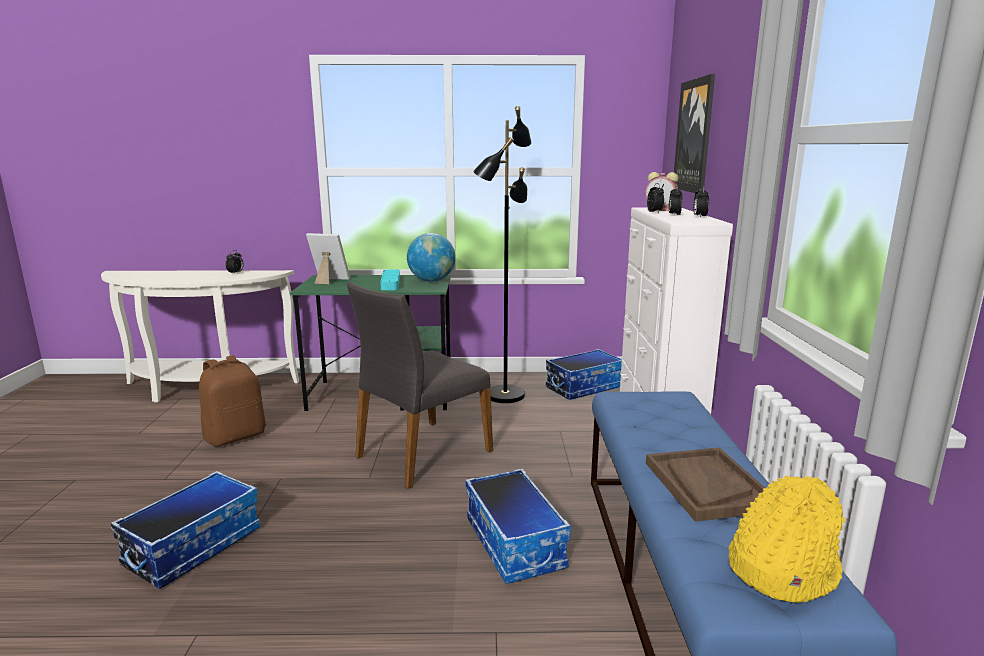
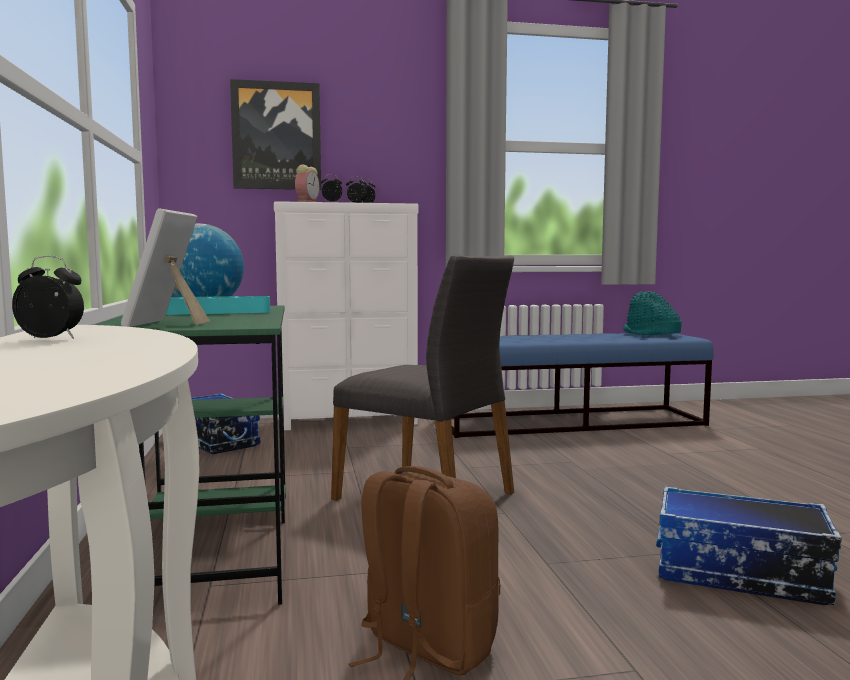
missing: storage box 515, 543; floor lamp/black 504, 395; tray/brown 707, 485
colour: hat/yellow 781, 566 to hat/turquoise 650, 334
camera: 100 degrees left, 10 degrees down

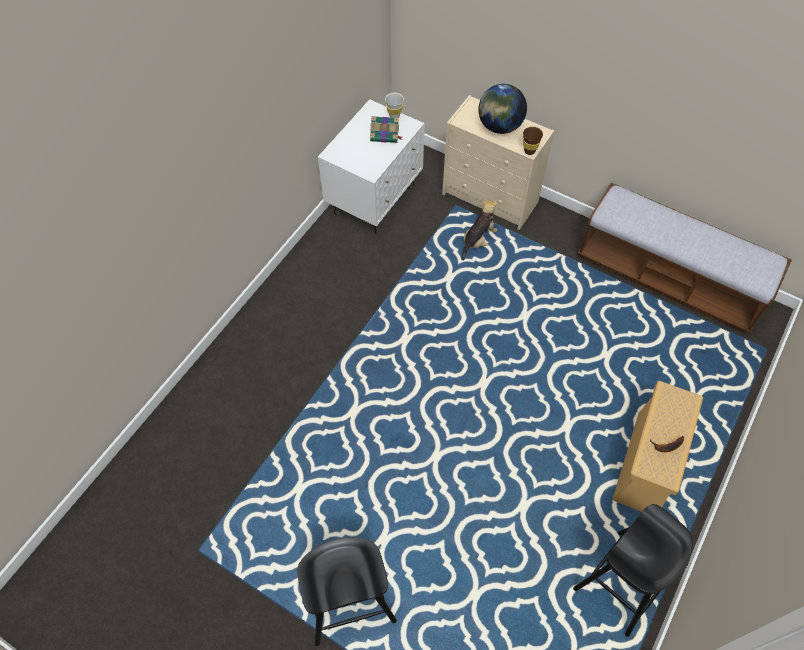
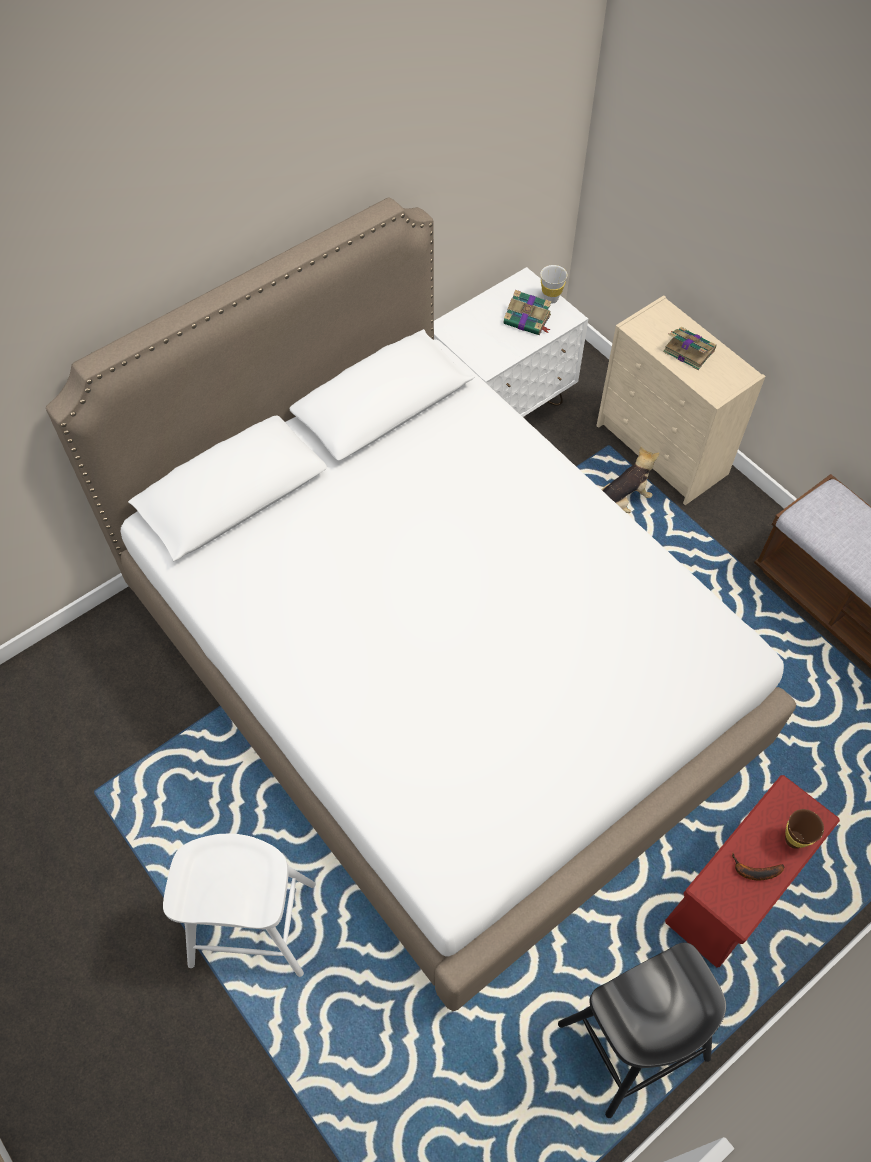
appeared: bed/white 434, 669
relocated: cup/brown 529, 151 to 794, 839
exchanged: globe 499, 126 to book 688, 350
colour: stool/black 348, 600 to stool/white 252, 924; storage box/beige 646, 464 to storage box/red 735, 890
camera: 20 degrees right, 0 degrees up

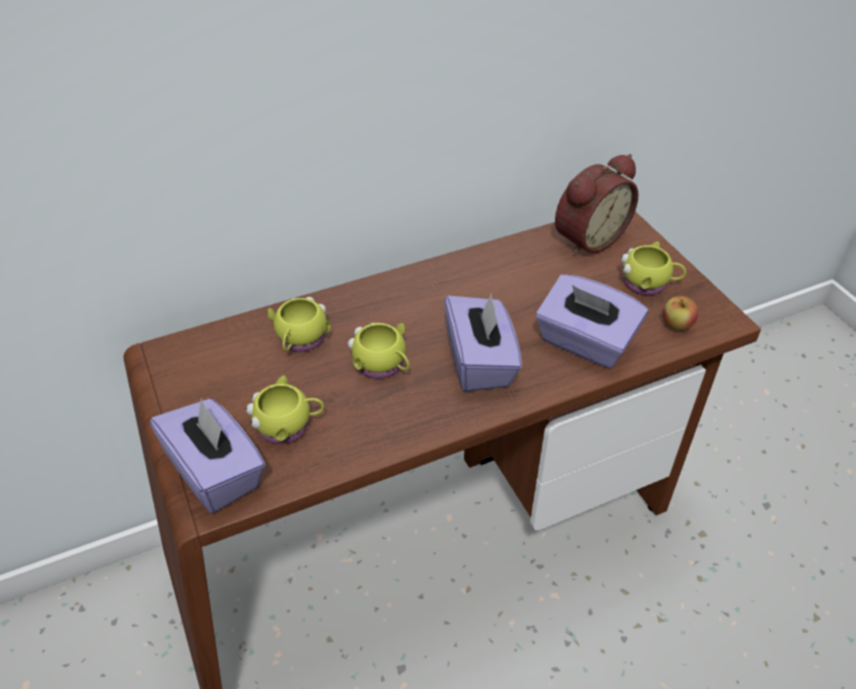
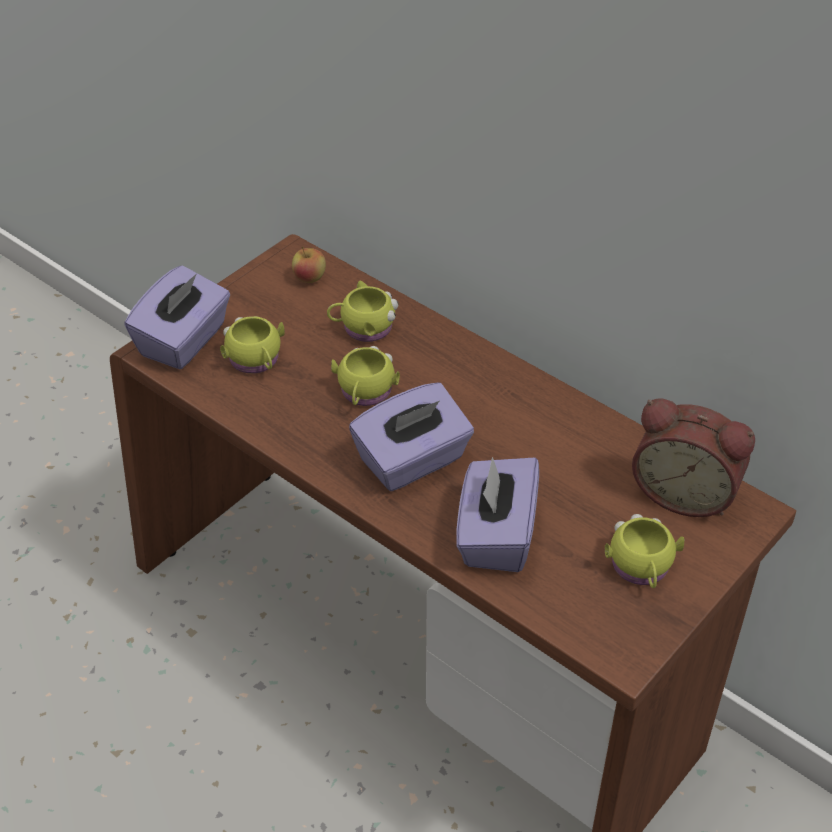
relocated: apple 677, 325 to 309, 278
camera: 65 degrees right, 0 degrees up

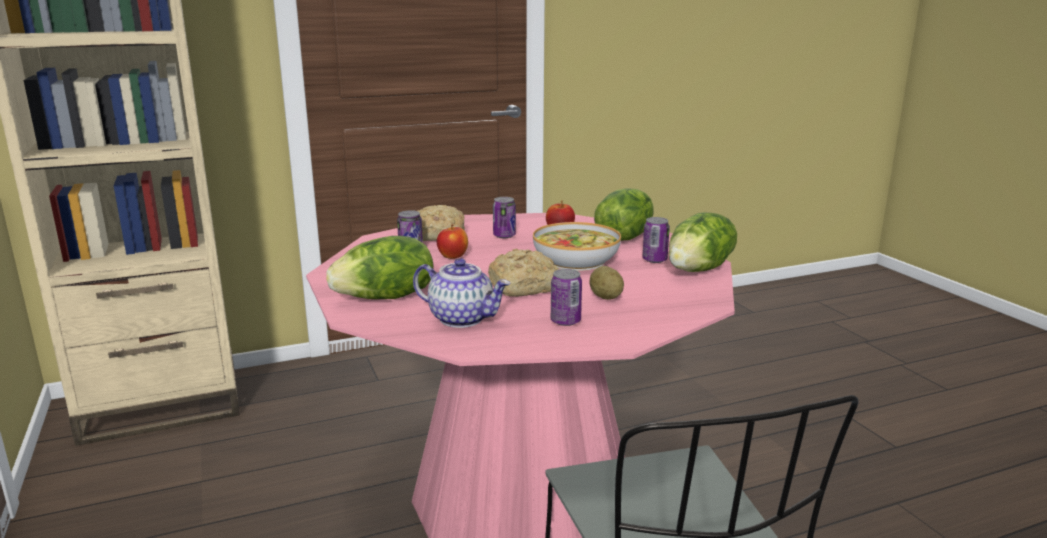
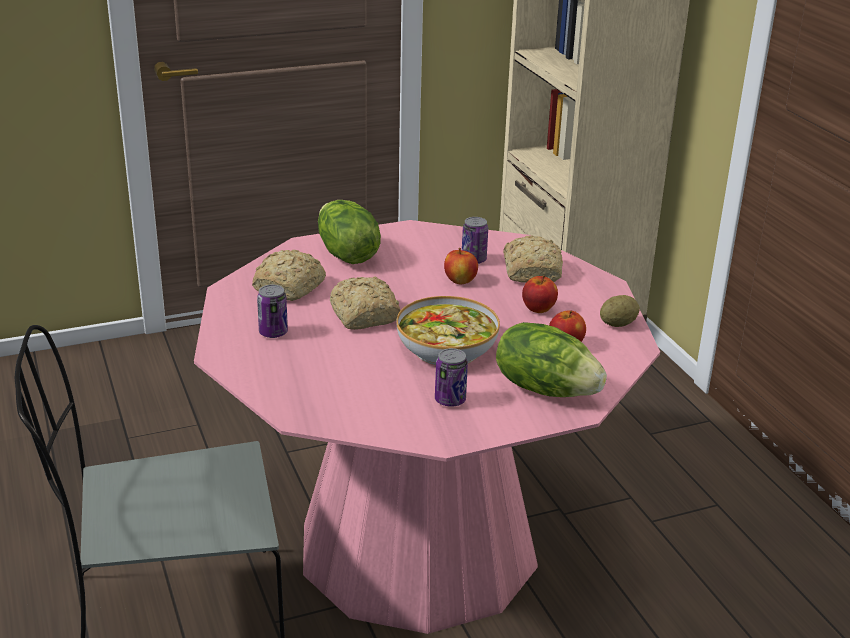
missing: lettuce 700, 270
relocated: potato 605, 297 to 618, 324
exchanged: teapot 462, 318 to bread 291, 287; can 504, 236 to apple 538, 309
camera: 90 degrees right, 10 degrees up

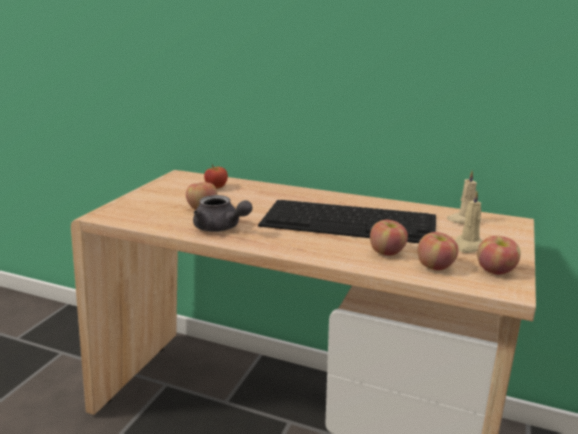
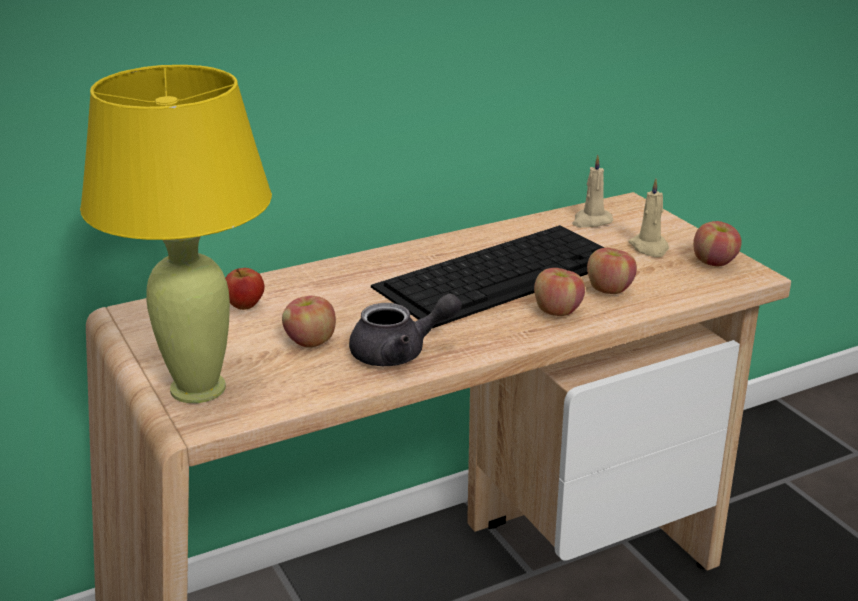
appeared: table lamp/yellow 197, 389
relocated: apple 435, 266 to 557, 311
camera: 50 degrees left, 5 degrees up

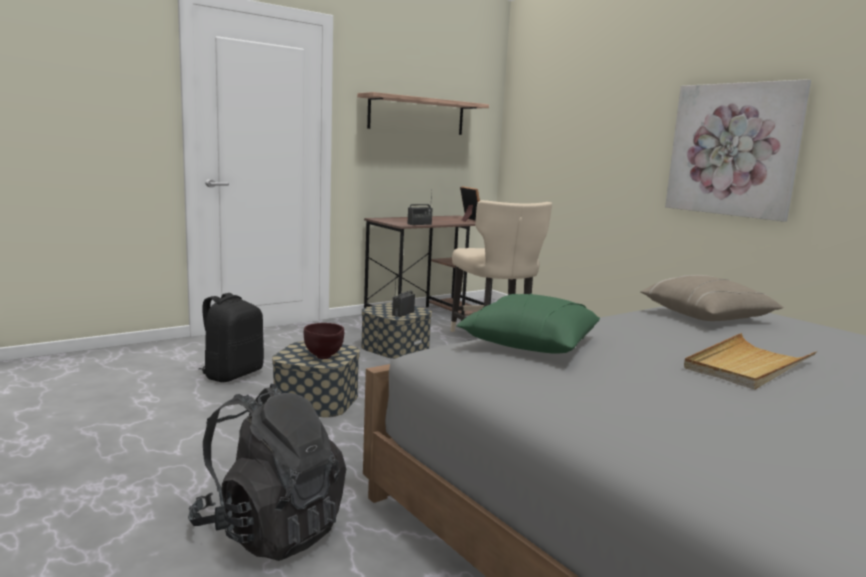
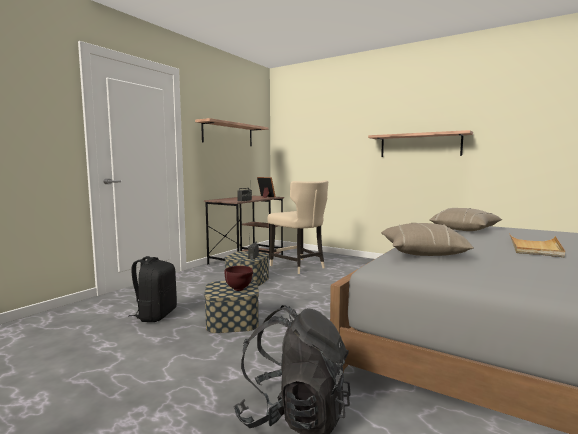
exchanged: picture 733, 150 to shelf 420, 145
colour: pillow/green 529, 343 to pillow/beige 422, 253
camera: 20 degrees left, 5 degrees down

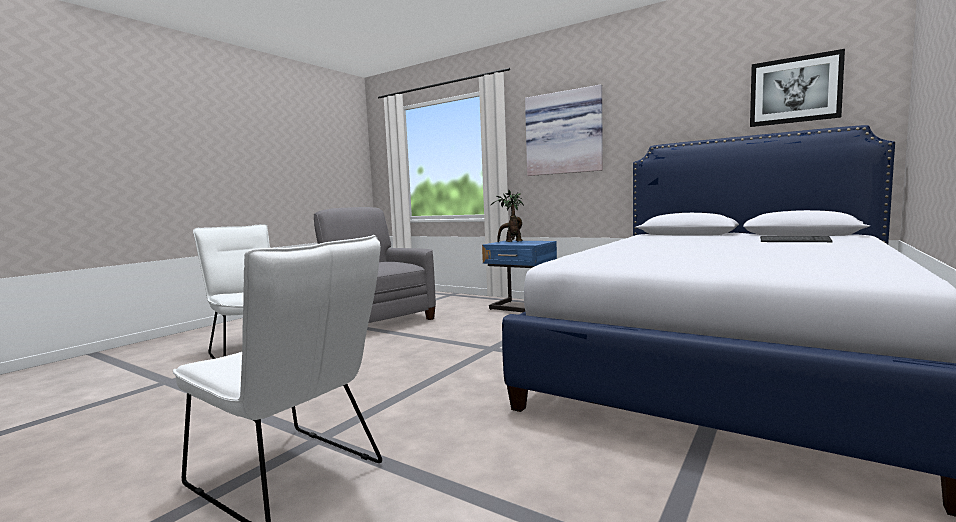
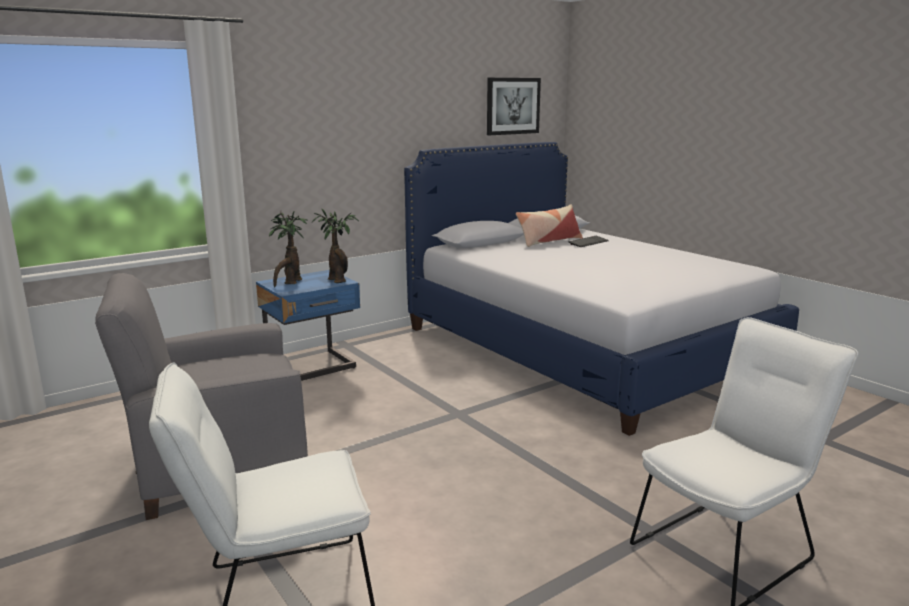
missing: picture 564, 133
appeared: potted plant 337, 280; pillow 549, 241
camera: 70 degrees left, 10 degrees up

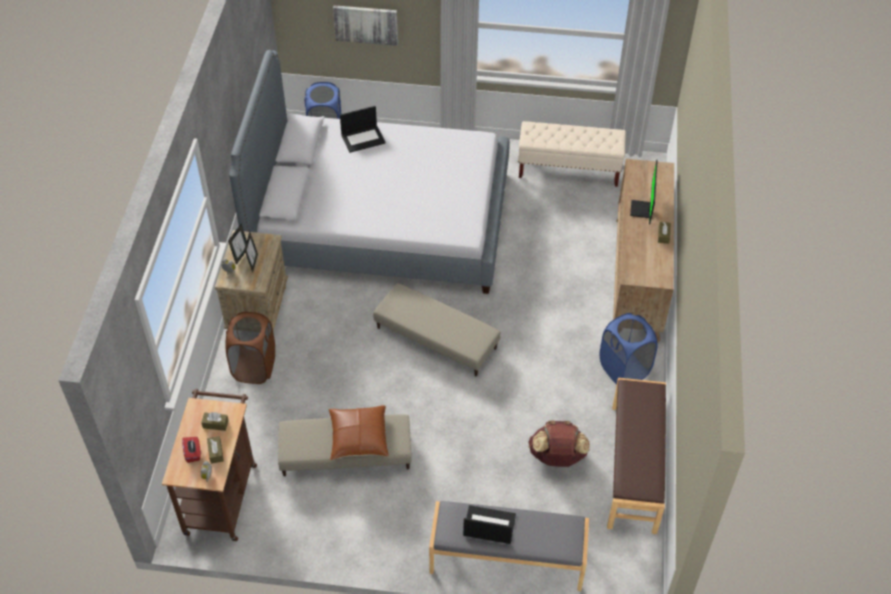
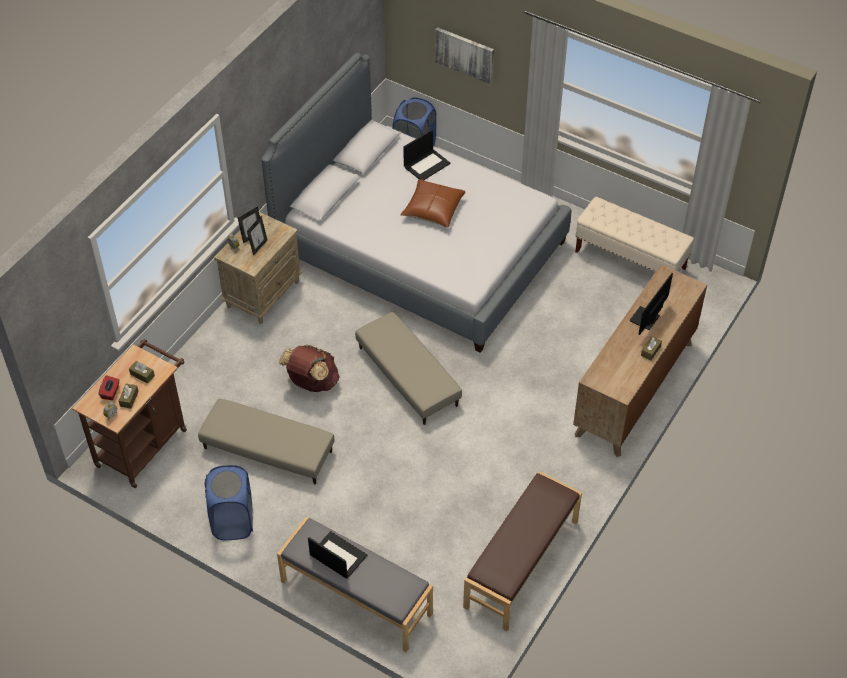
missing: laundry basket/brown 254, 367
relocated: laundry basket/blue 624, 369 to 233, 522; backpack/brown 557, 457 to 312, 383; pillow/brown 358, 438 to 433, 209
spun: laptop 363, 138 = 427, 164 45 degrees counterclockwise
camera: 25 degrees right, 0 degrees up

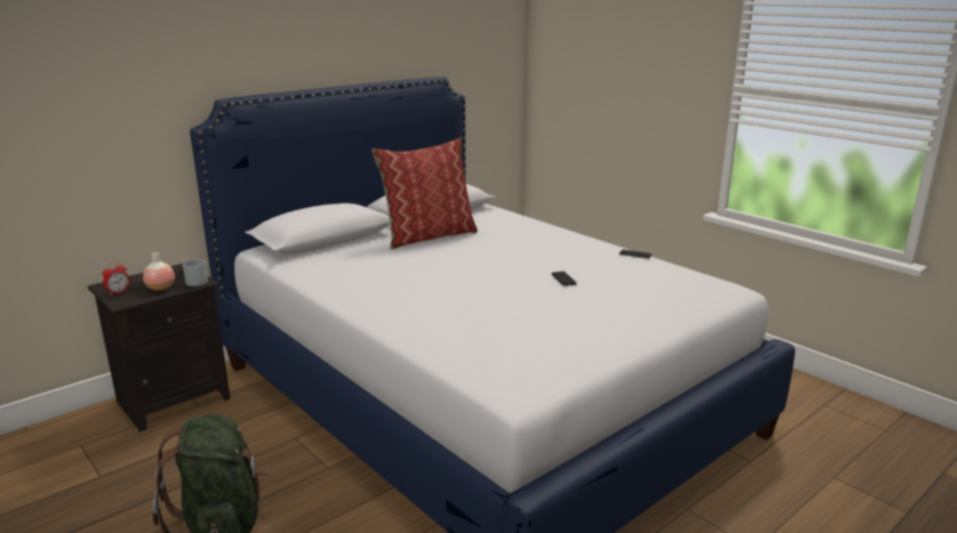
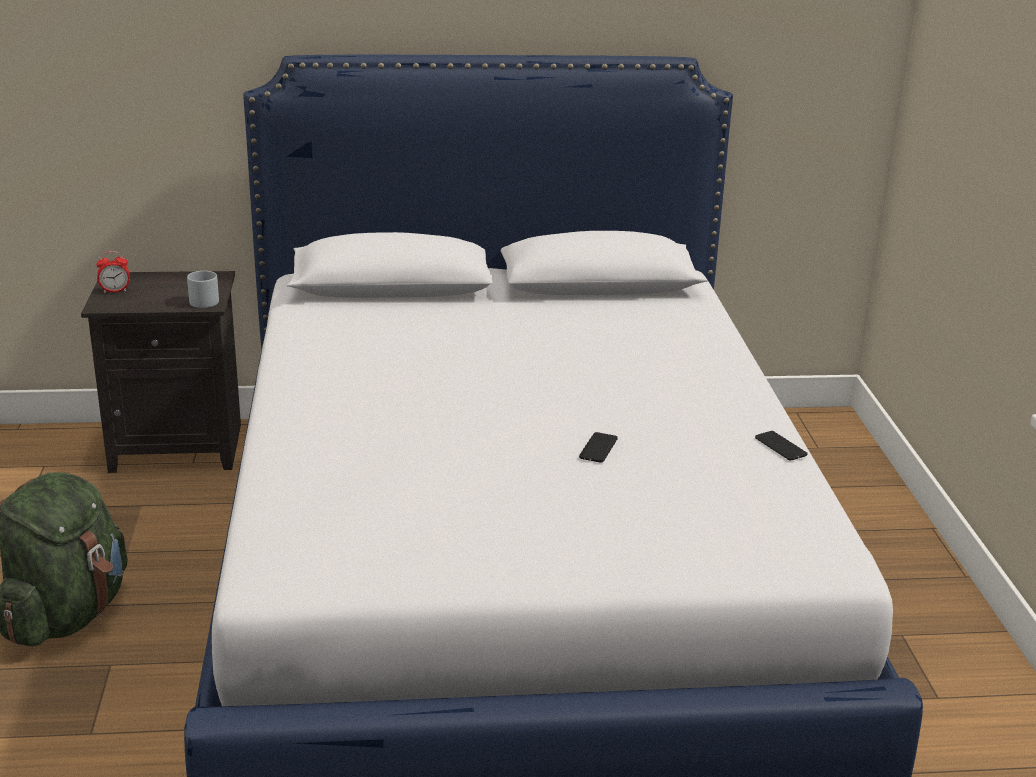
missing: vase 160, 288; pillow 428, 236
camera: 35 degrees right, 5 degrees up

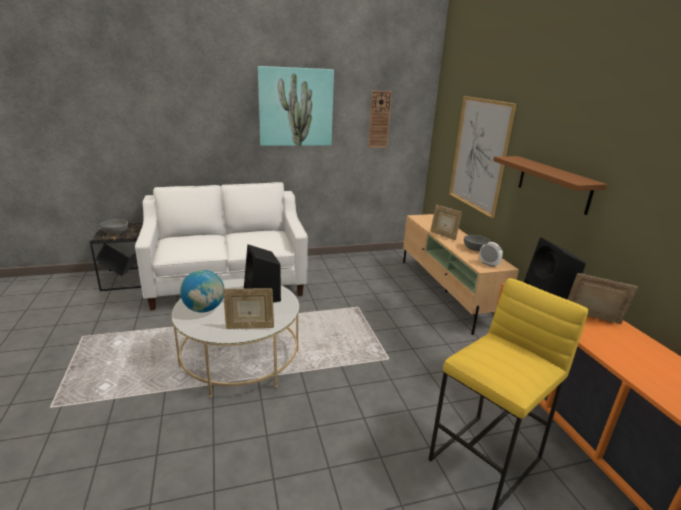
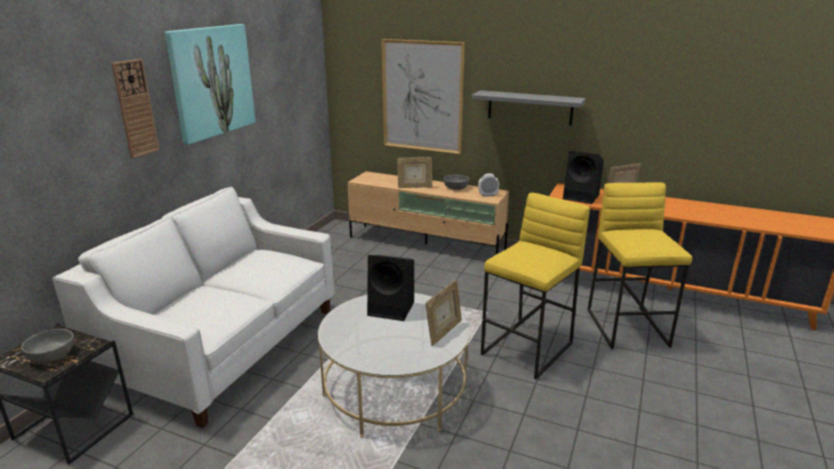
missing: globe 204, 309
appeared: stool/yellow 528, 349
relocated: wall clock 379, 119 to 135, 108
colour: shelf/brown 553, 184 to shelf/grey 530, 107
camera: 50 degrees left, 0 degrees up

